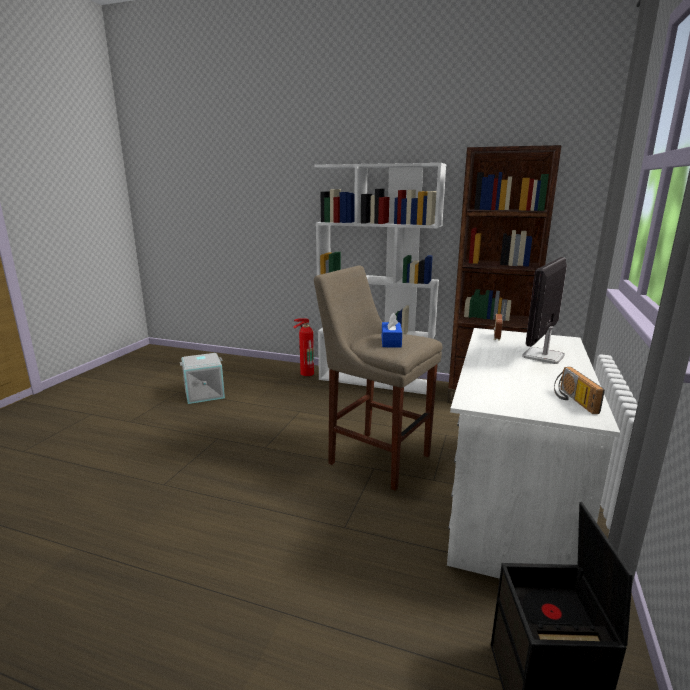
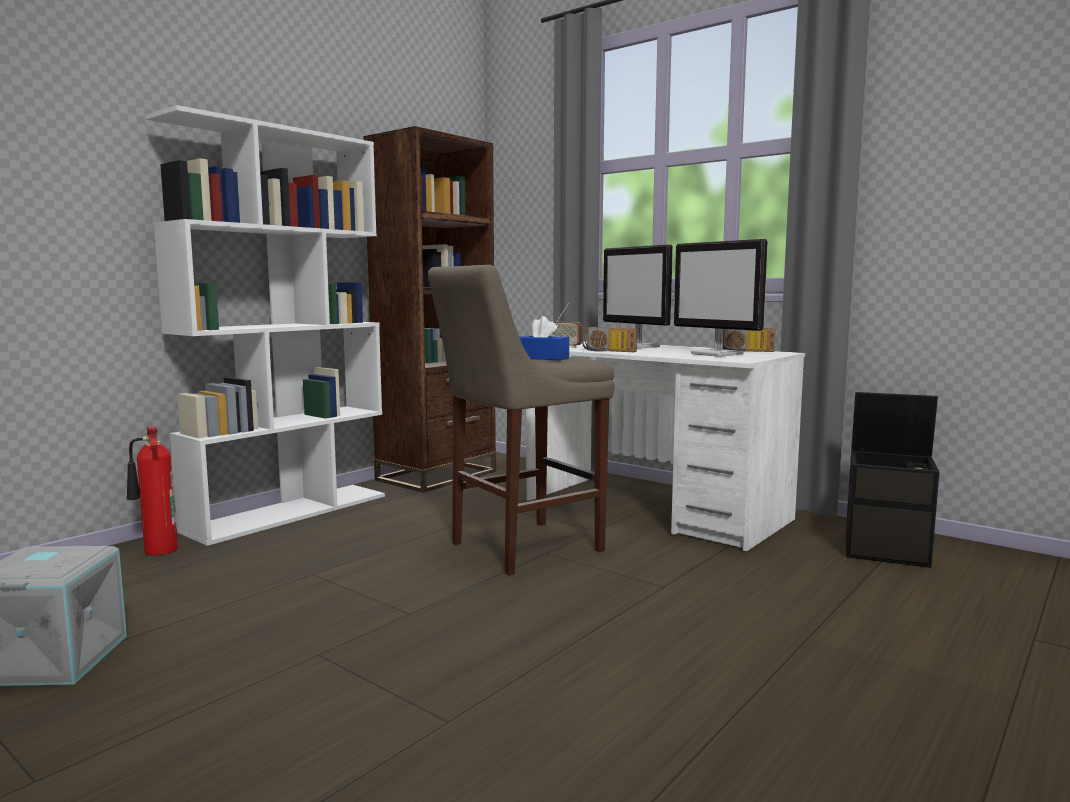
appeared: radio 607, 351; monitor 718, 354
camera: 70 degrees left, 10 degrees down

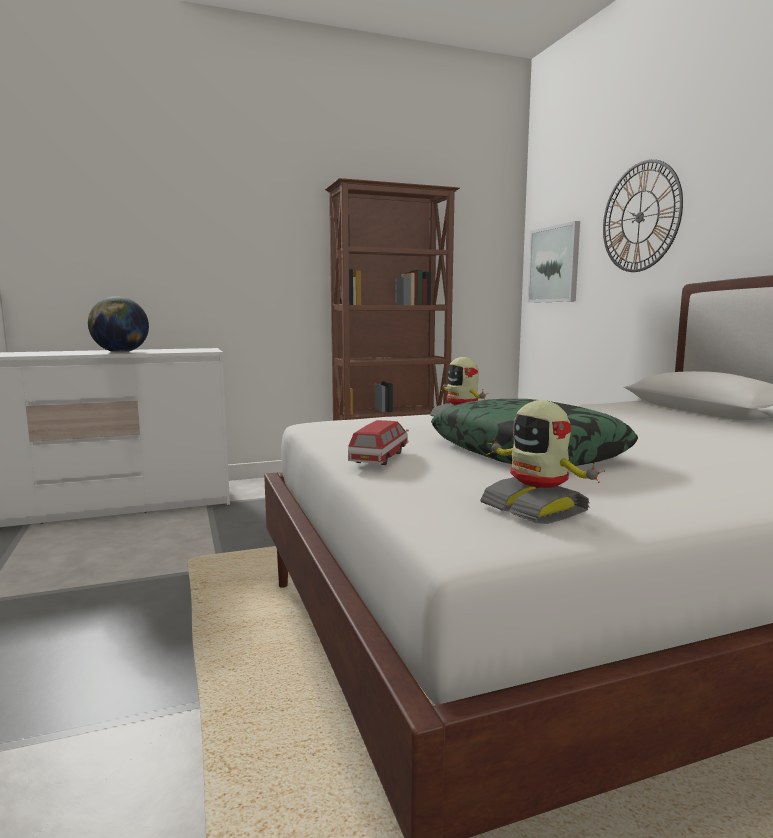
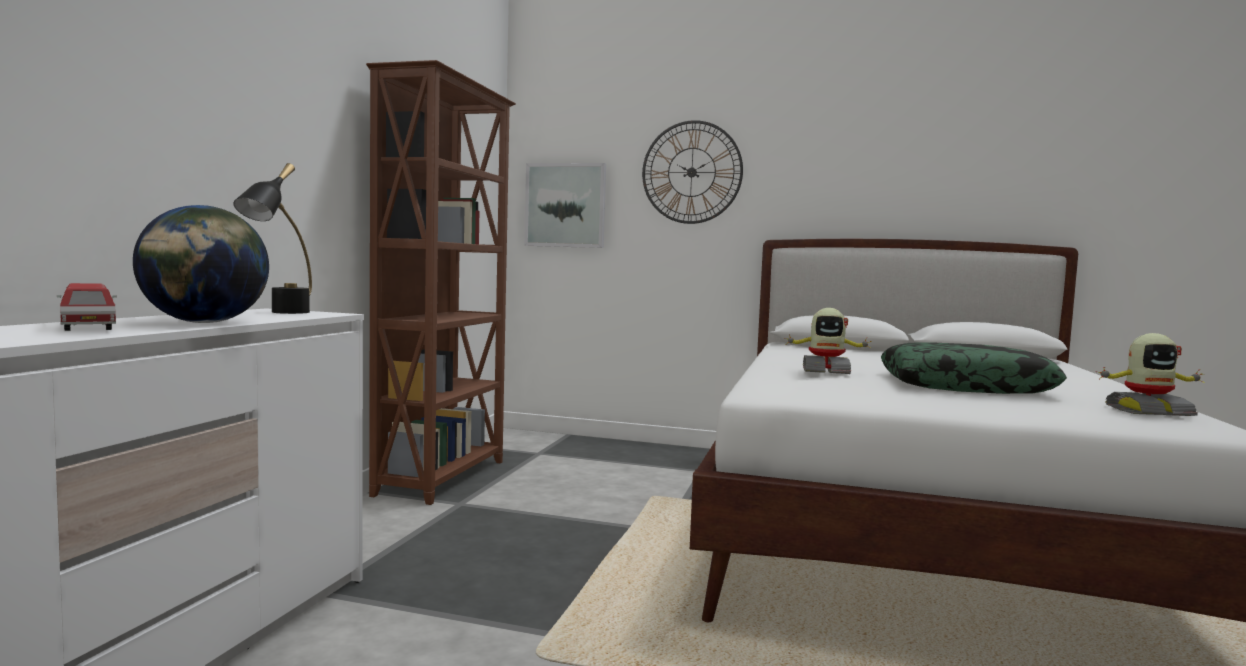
appeared: table lamp/black 280, 313
relocated: toy car 379, 458 to 88, 327
camera: 55 degrees left, 5 degrees down

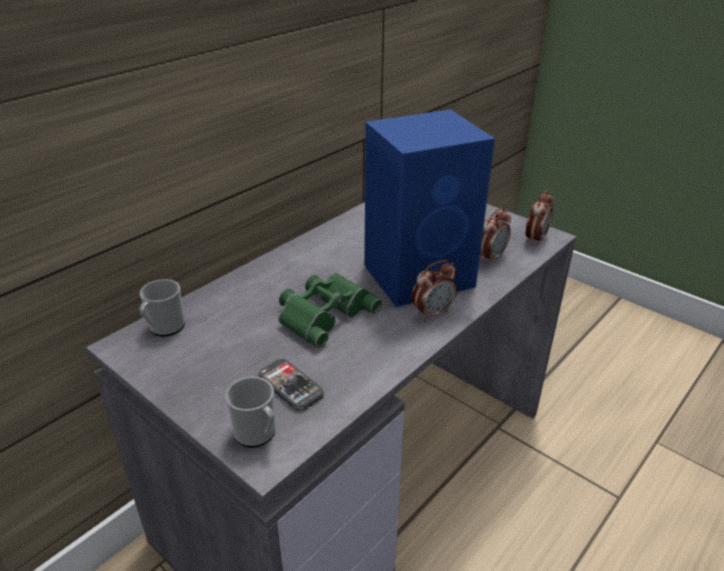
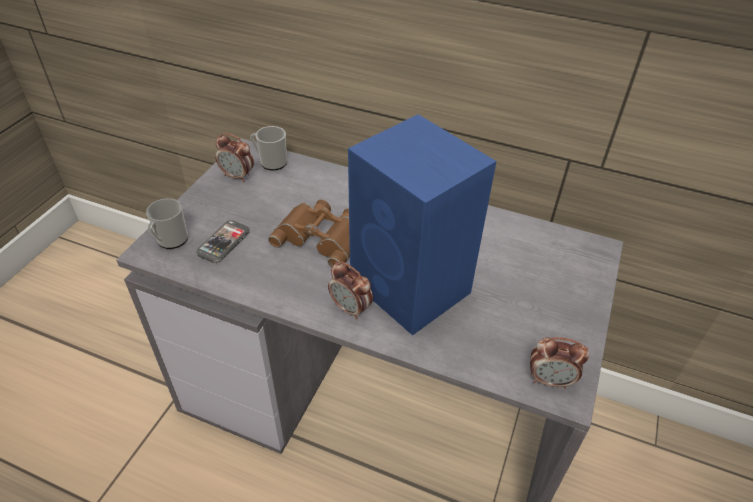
relocated: alarm clock 490, 257 to 237, 176
colour: binoculars/green 324, 313 to binoculars/brown 322, 237
camera: 70 degrees right, 10 degrees up

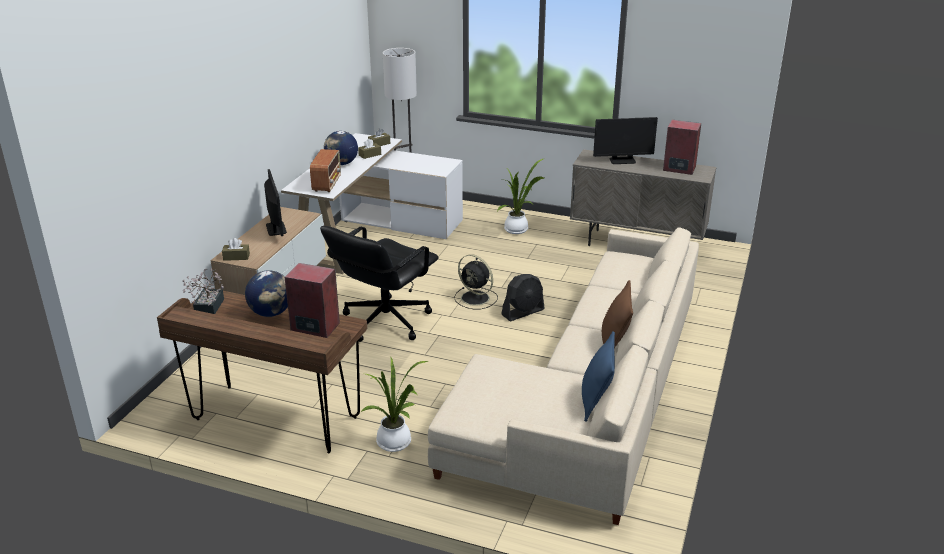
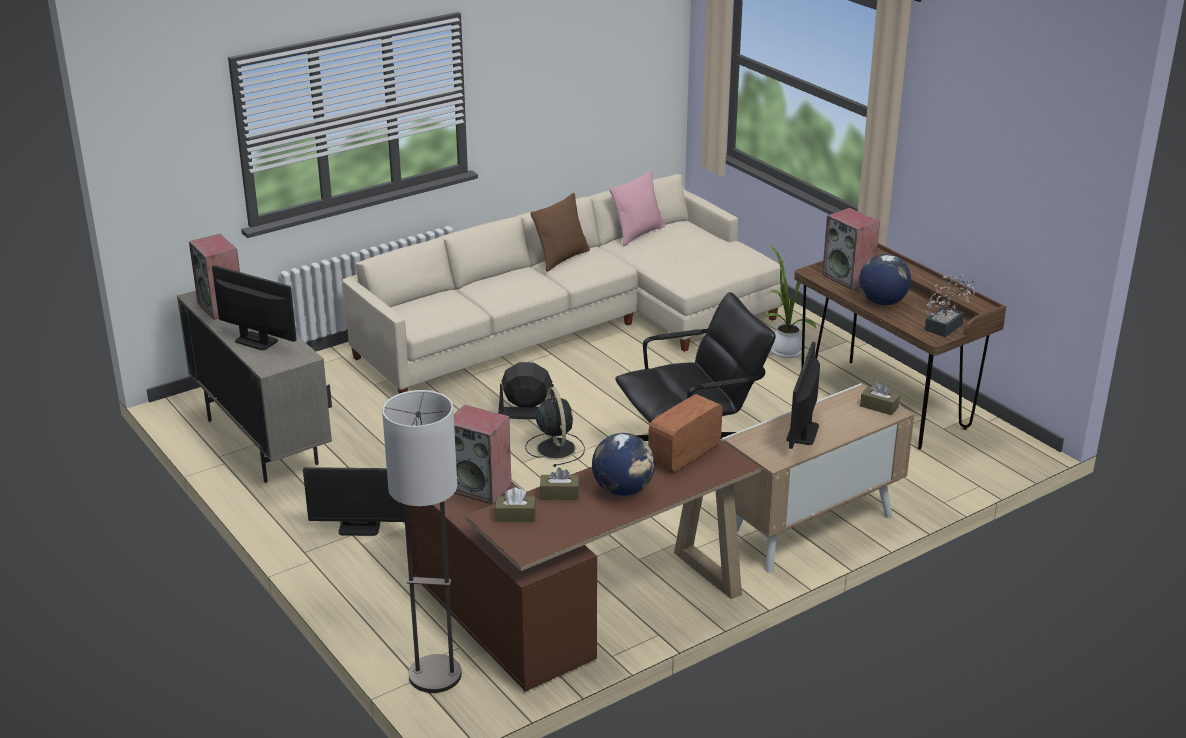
appeared: speaker 481, 488
exchanged: potted plant 518, 229 to monitor 359, 528
colour: desk/white 372, 234 to desk/brown 574, 608; pillow/blue 596, 401 to pillow/pink 638, 234
camera: 145 degrees left, 0 degrees up

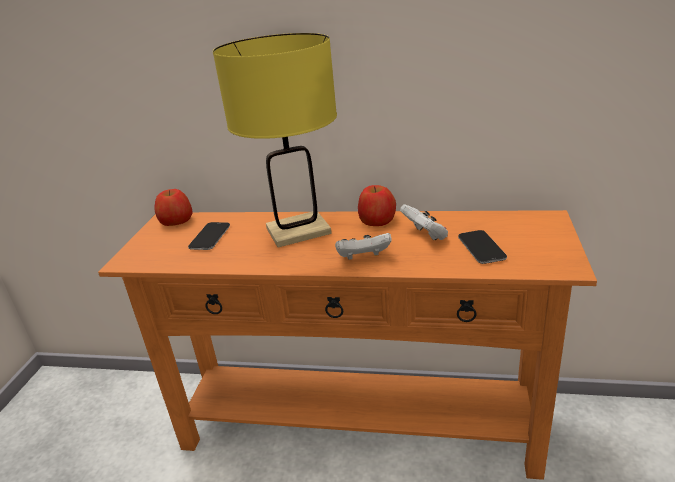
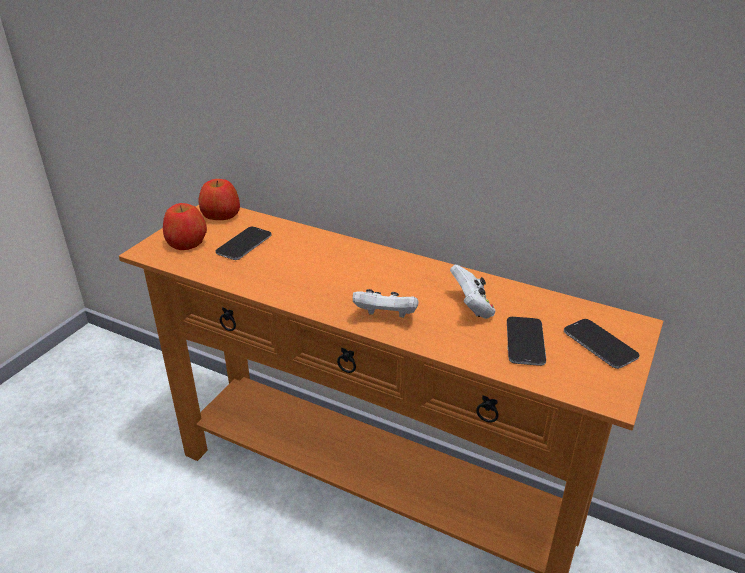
missing: table lamp/yellow 298, 231
appeared: phone 600, 344
relocated: apple 377, 220 to 186, 243
camera: 15 degrees right, 5 degrees up

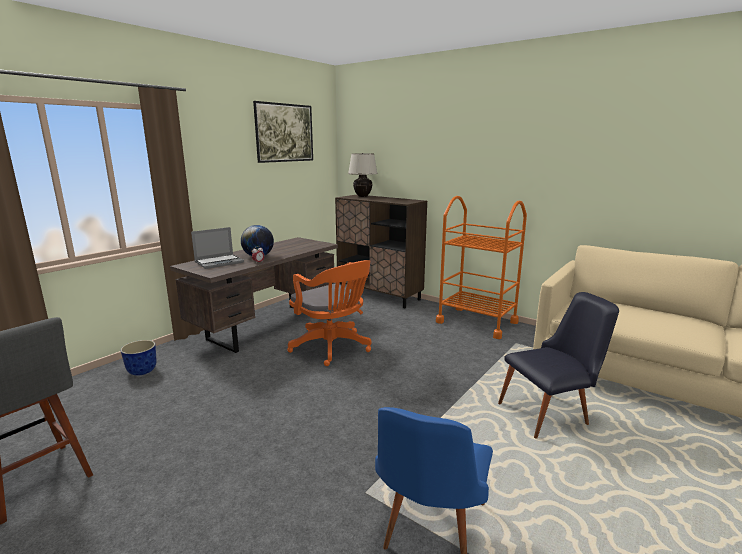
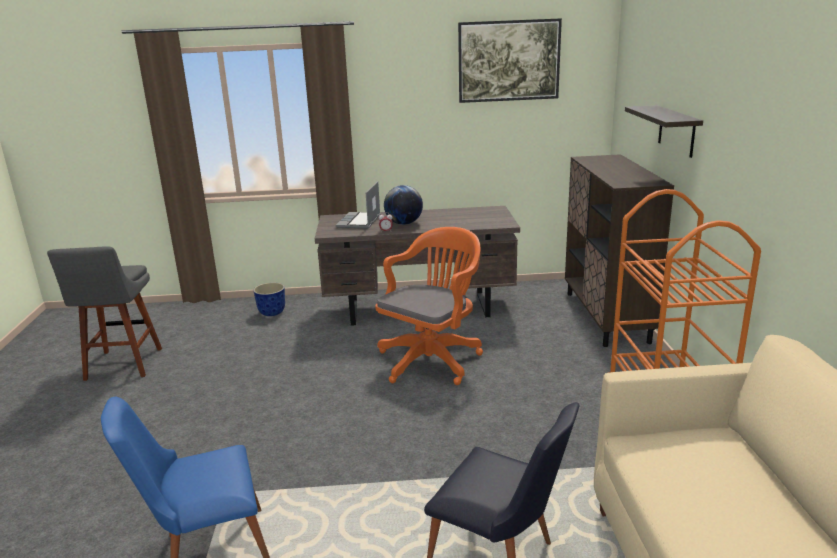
missing: table lamp/beige 362, 196
appeared: shelf 676, 131
spun: laptop 219, 262 = 359, 222 90 degrees clockwise; office chair/orange 333, 348 = 433, 359 150 degrees counterclockwise
camera: 50 degrees right, 5 degrees up

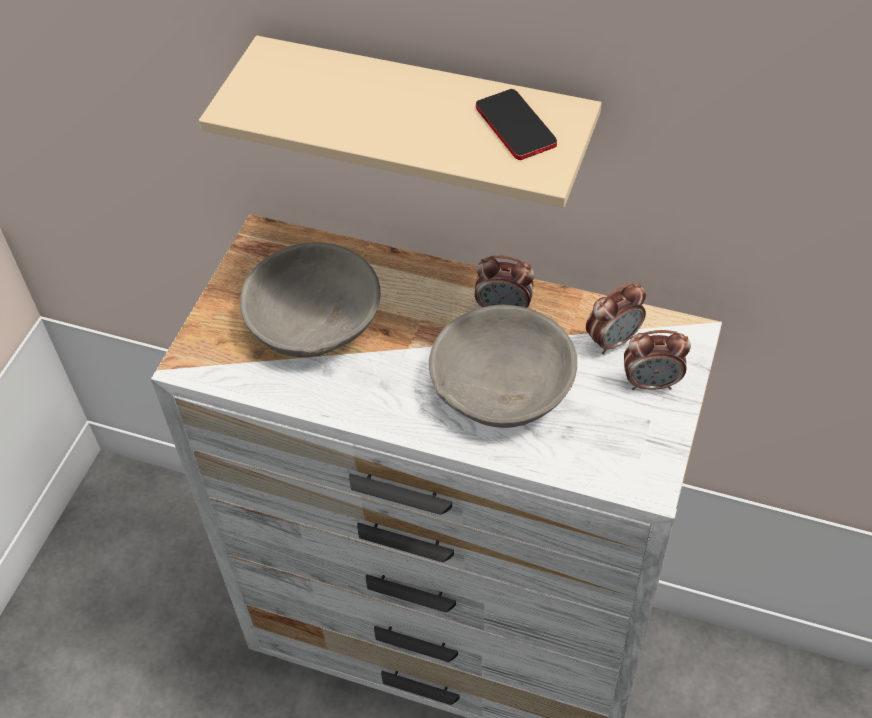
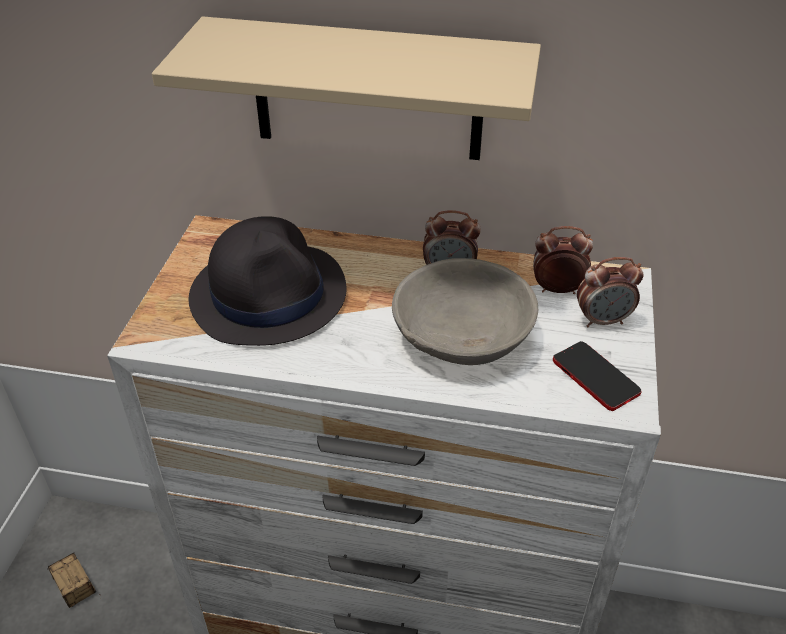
appeared: storage box 86, 606
relocated: phone 515, 126 to 595, 377
exchanged: bowl/grey 314, 320 to hat/black 269, 294
spun: alarm clock 613, 340 = 557, 289 135 degrees counterclockwise
camera: 10 degrees left, 10 degrees down

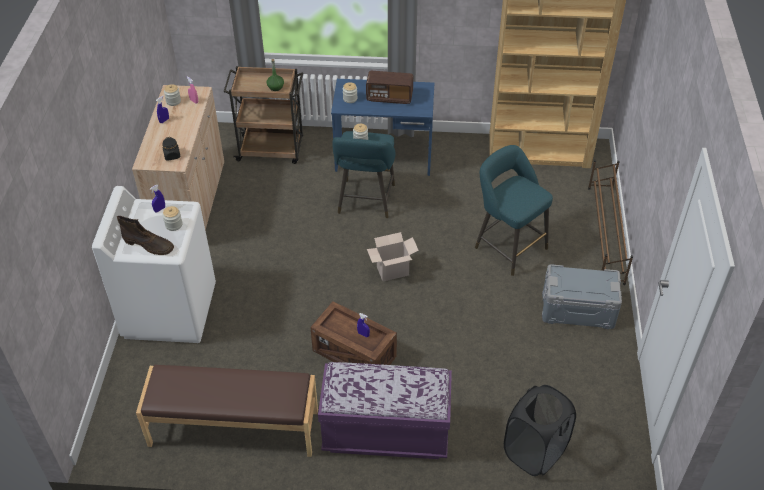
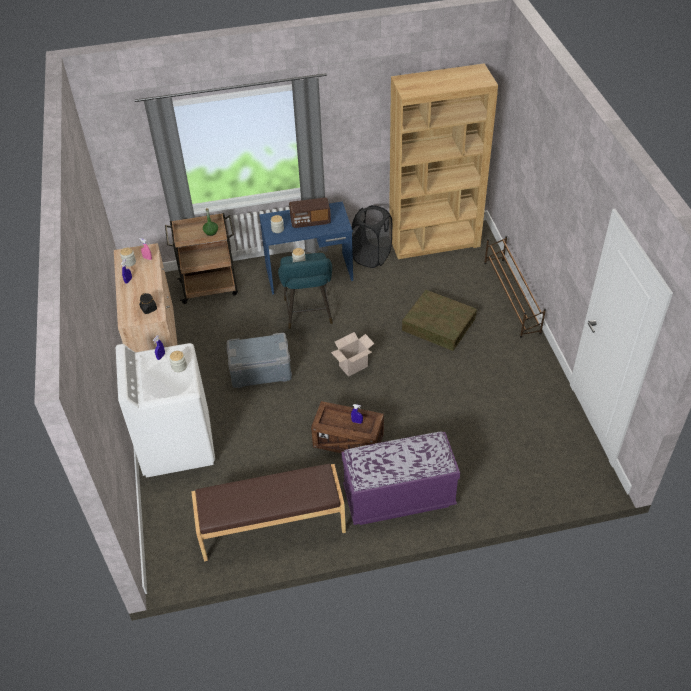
missing: boot/brown 149, 245
relocated: storage box/grey 578, 309 to 260, 371; laundry basket/black 534, 452 to 372, 256
exchanged: stool/turquoise 508, 246 to storage box/brown 438, 324
camera: 15 degrees left, 0 degrees up

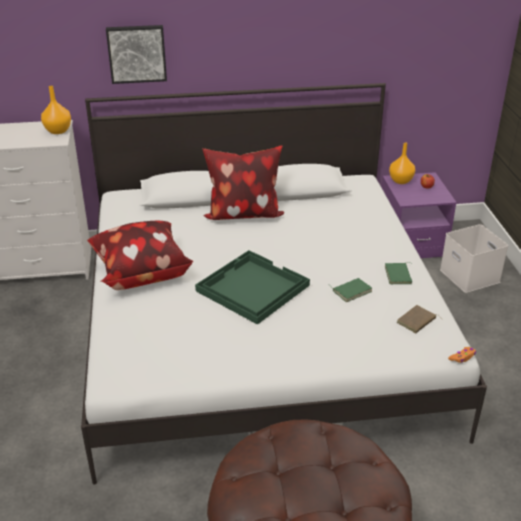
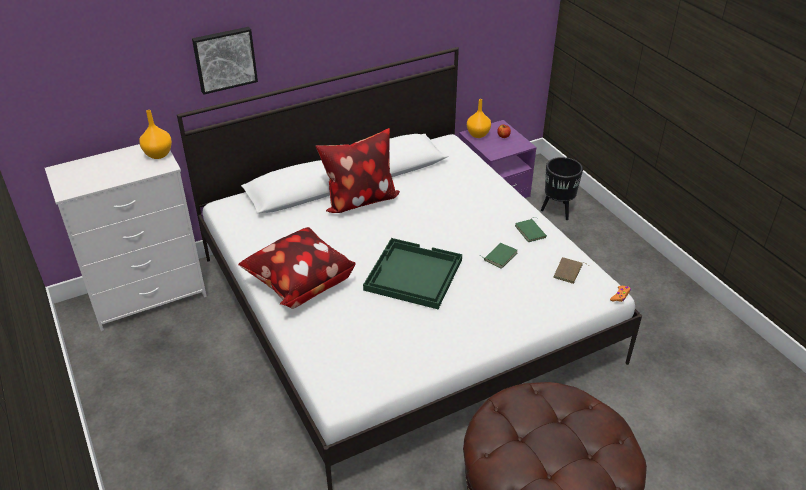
exchanged: storage box/white 471, 276 to planter/black 558, 211
camera: 20 degrees left, 5 degrees up

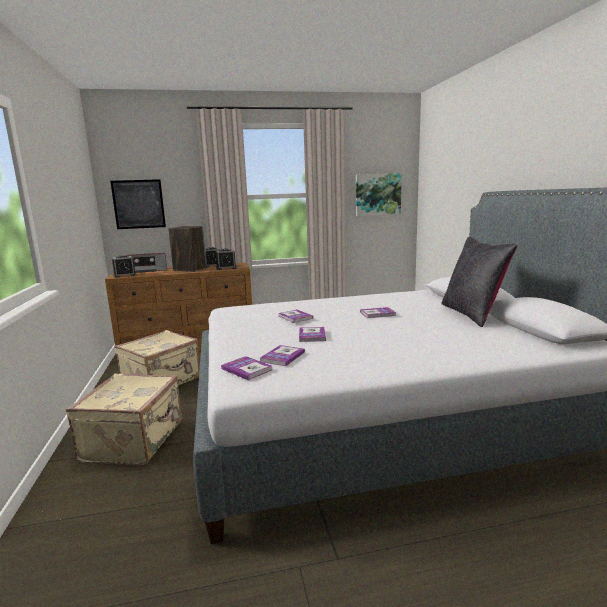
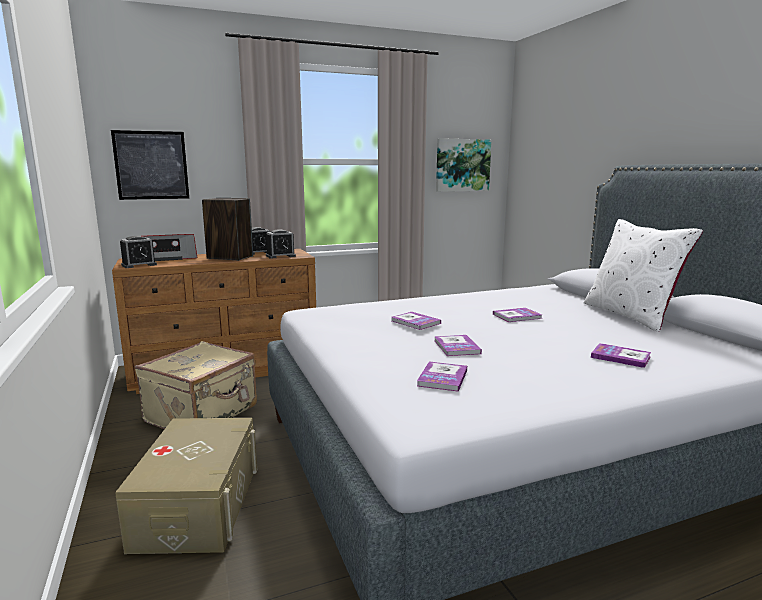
relocated: book 247, 369 to 620, 357
exchanged: suitcase/beige 135, 441 to storage box/beige 198, 505
colour: pillow/black 472, 314 to pillow/white 631, 315
camera: 10 degrees left, 0 degrees up

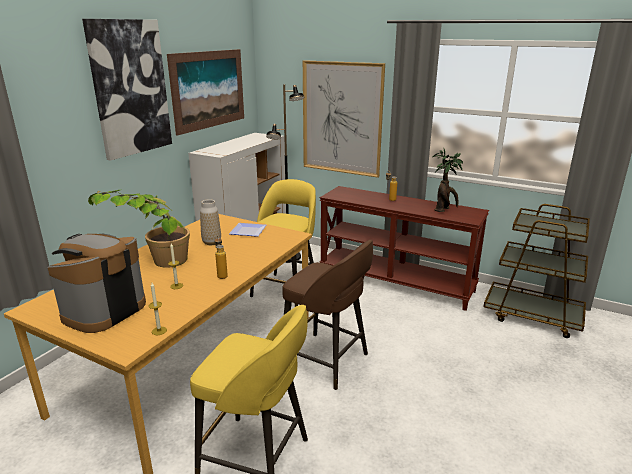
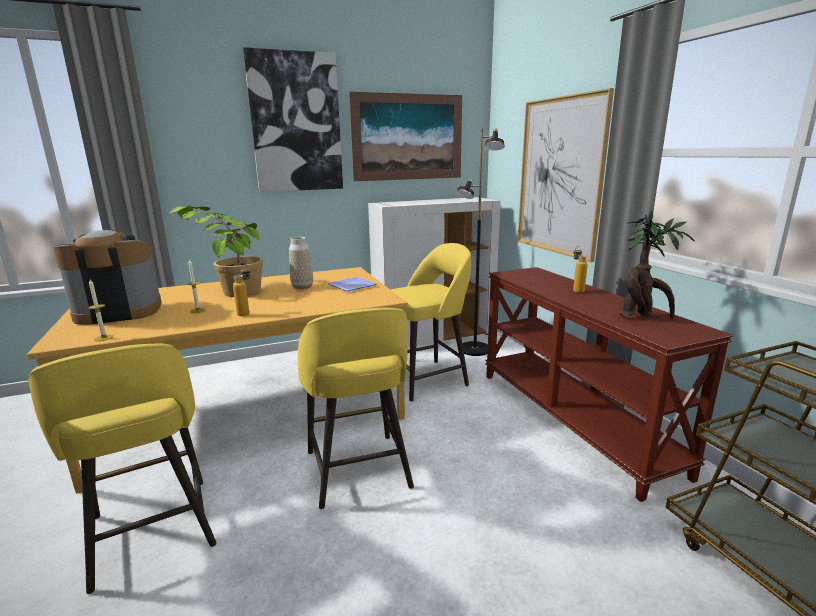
colour: stool/brown 327, 361 to stool/yellow 358, 471
camera: 40 degrees right, 5 degrees down

